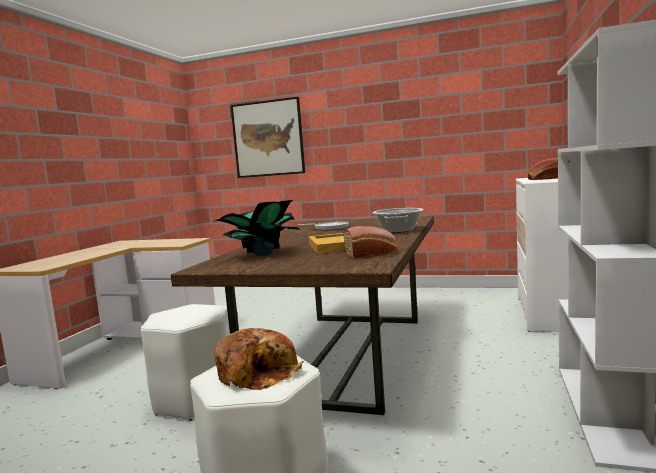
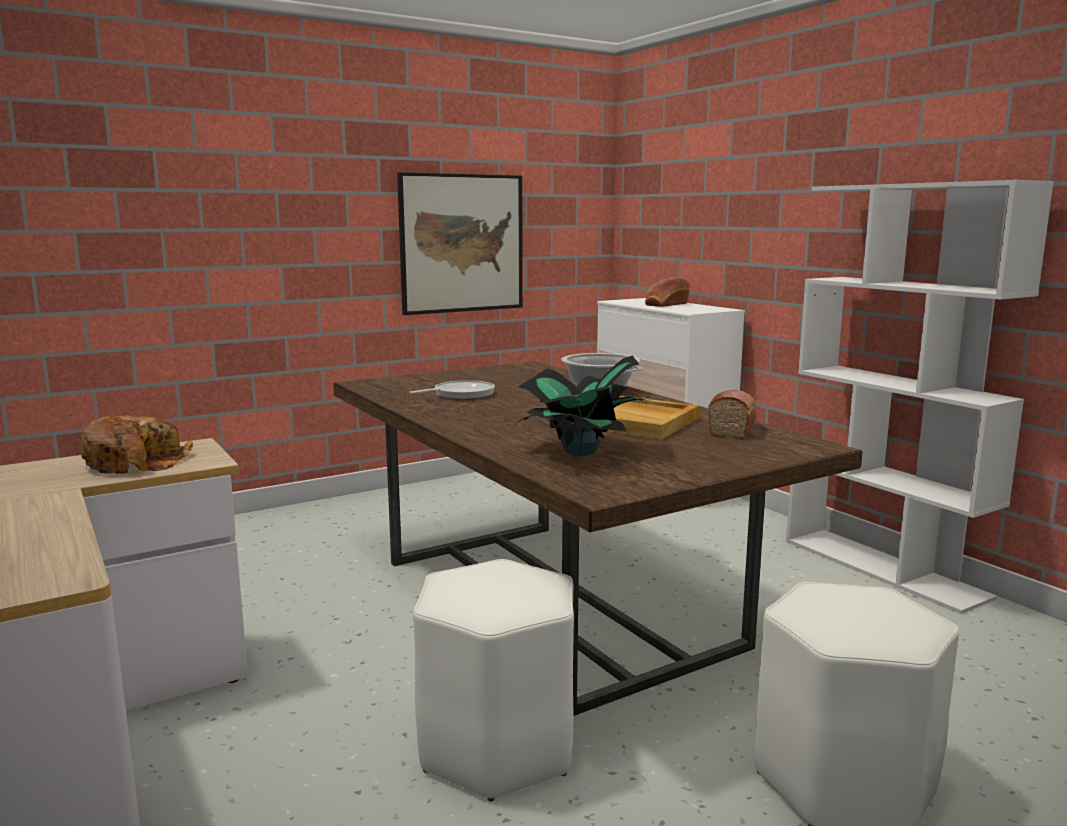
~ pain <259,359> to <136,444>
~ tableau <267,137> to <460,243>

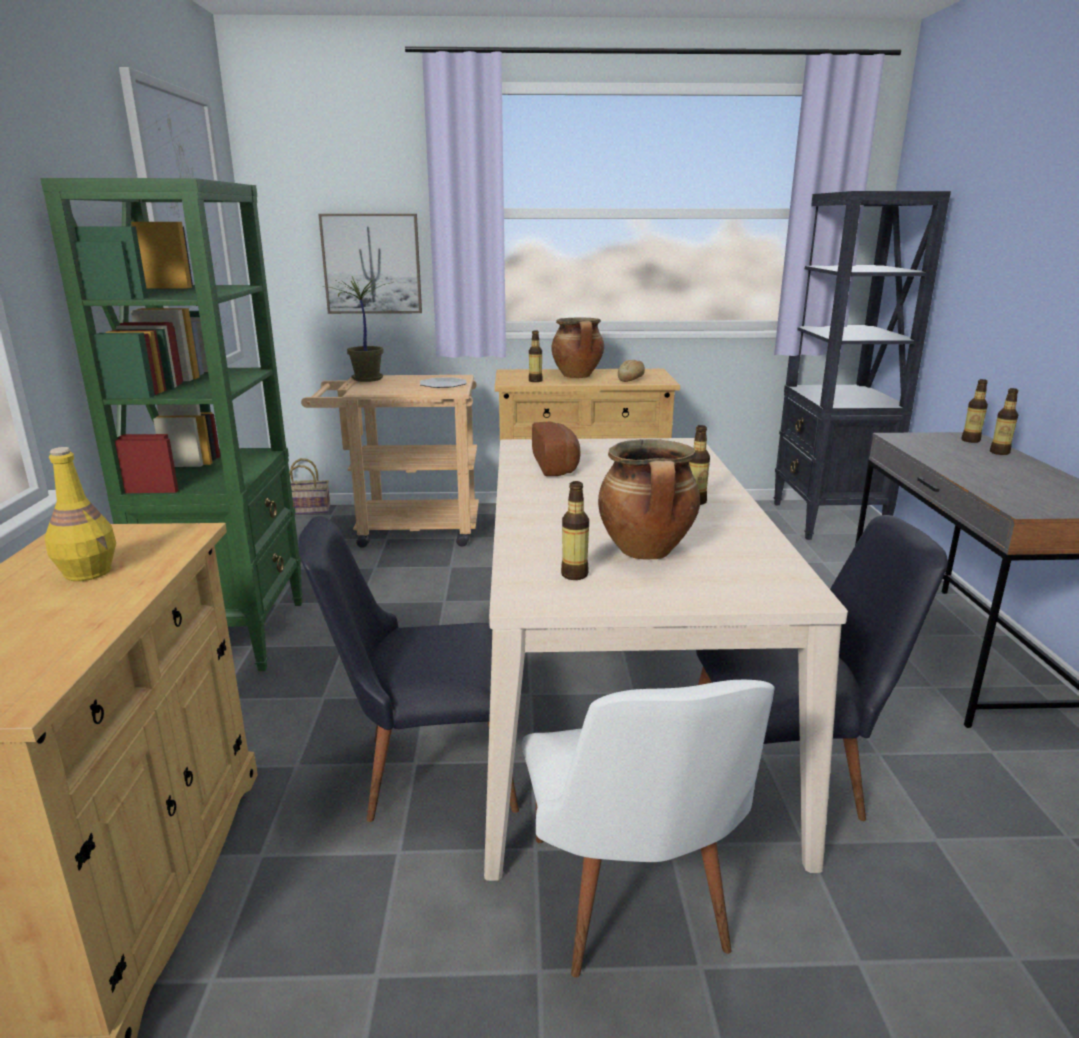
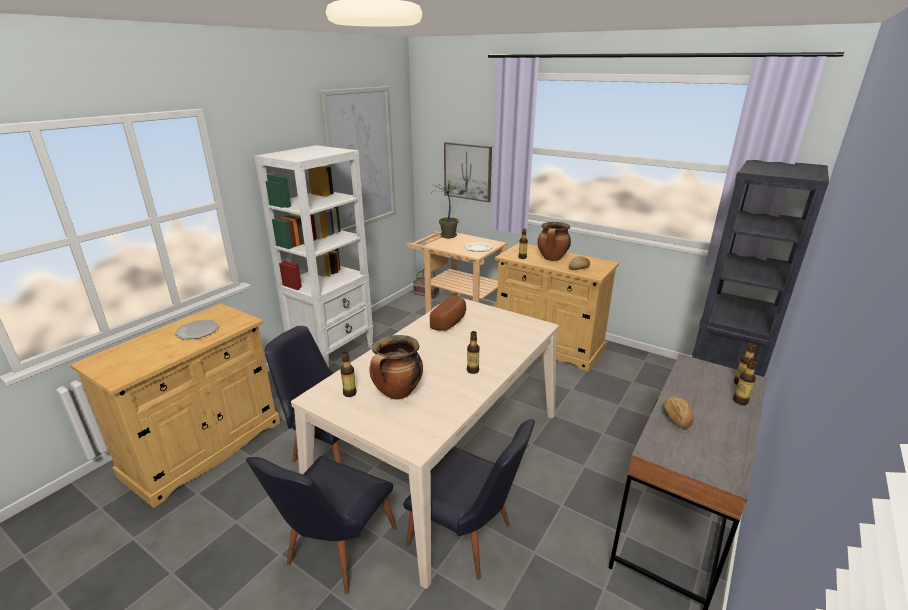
~ bibliothèque/vert <171,424> to bibliothèque/blanc <313,256>
~ bouteille/jaune <80,514> to assiette <196,329>
~ chaise/blanc <648,828> to chaise/noir <321,525>
+ pain <678,412>

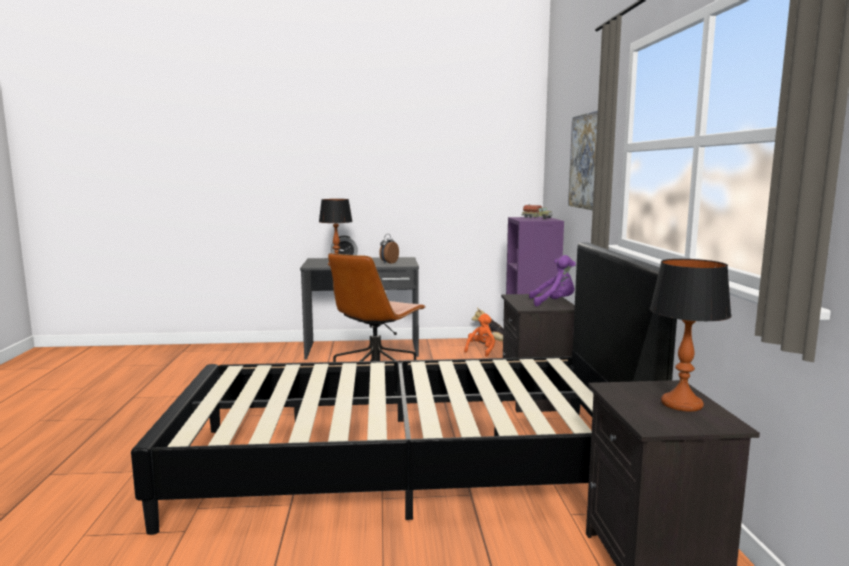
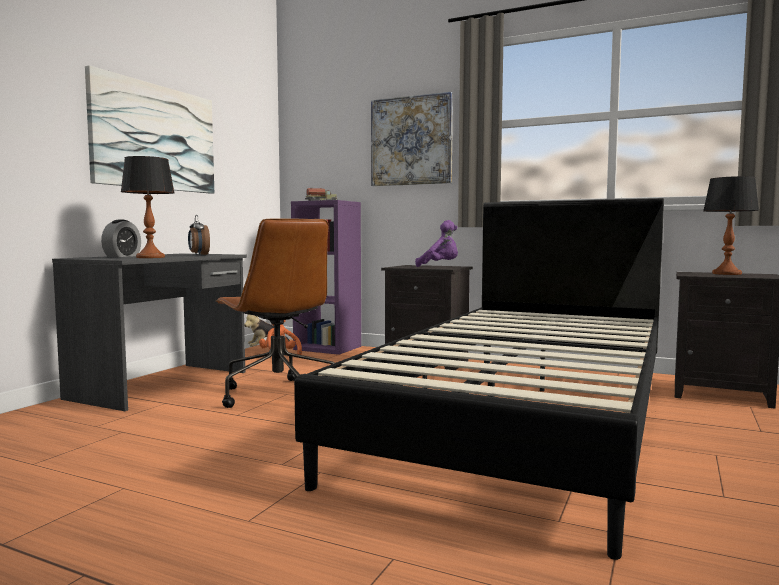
~ peluche/violet <552,280> = <436,243> 75 degrees clockwise
+ tableau <149,129>

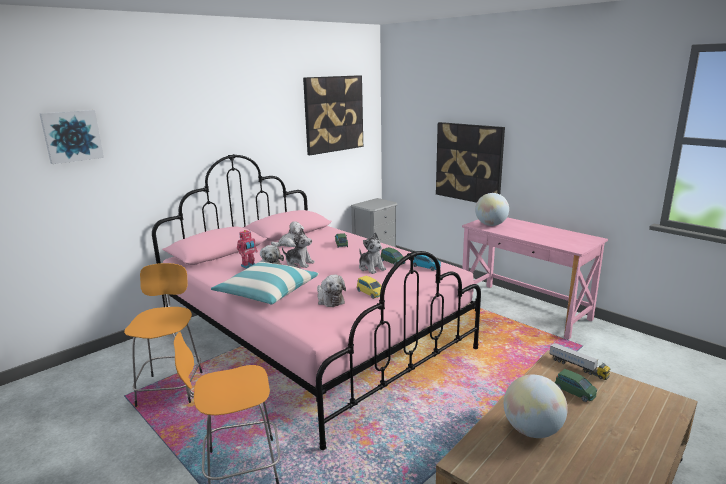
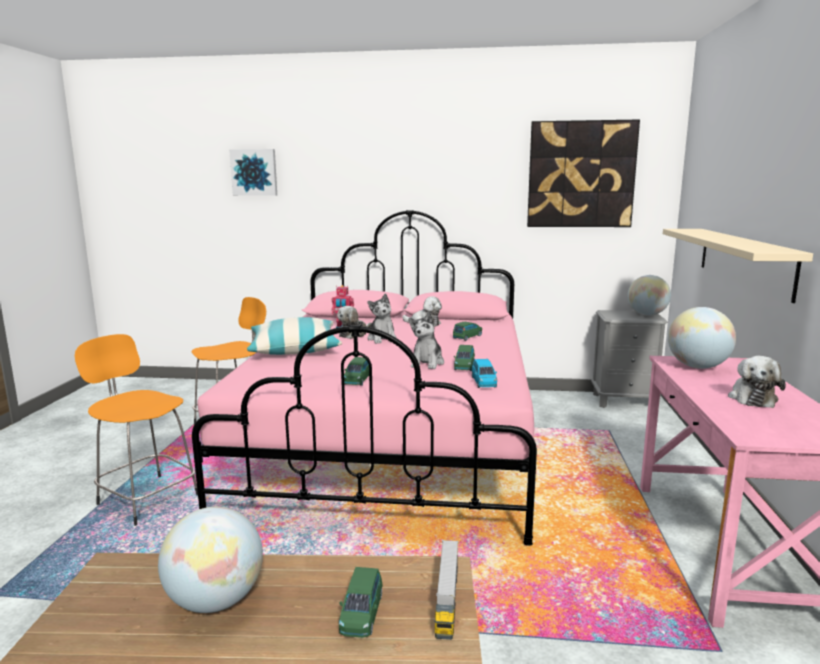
~ peluche <331,291> to <757,382>
~ petite voiture/jaune <371,287> to petite voiture/vert <356,371>
~ tableau <470,162> to étagère/beige <738,266>
+ globe <649,295>

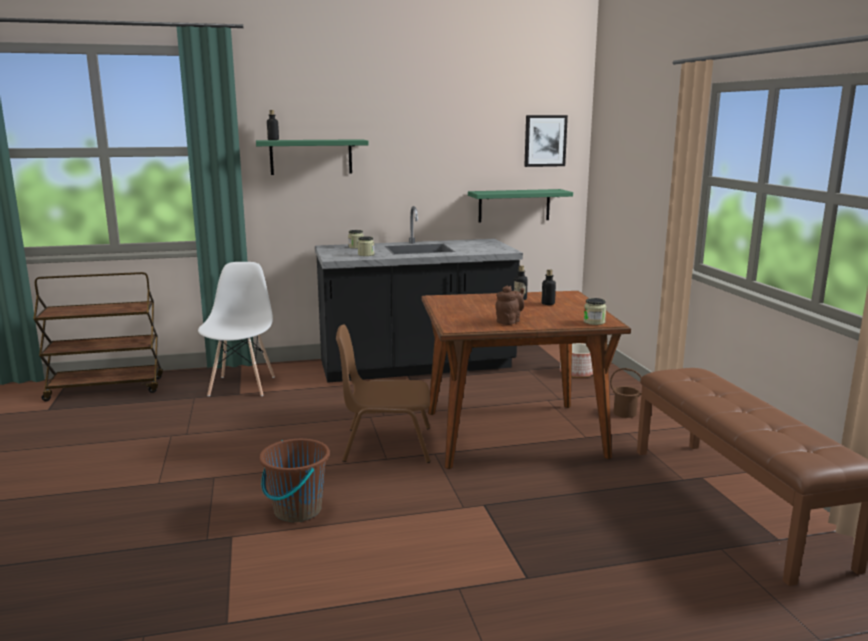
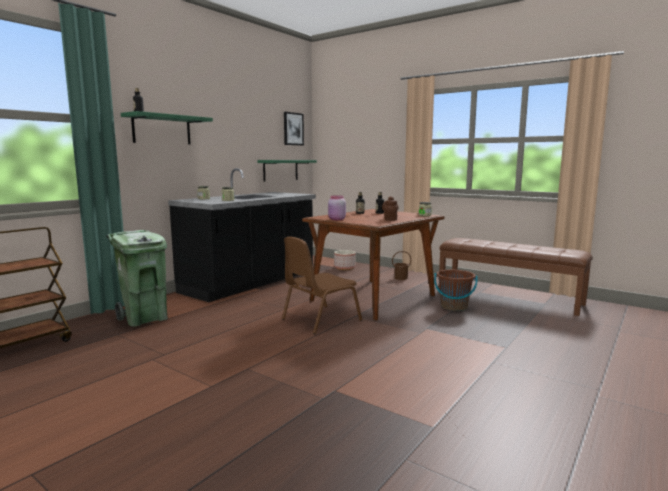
~ chaise/blanc <236,329> to poubelle/vert <137,278>
~ seau/marron <294,480> to <456,290>
+ bocal/rose <337,207>

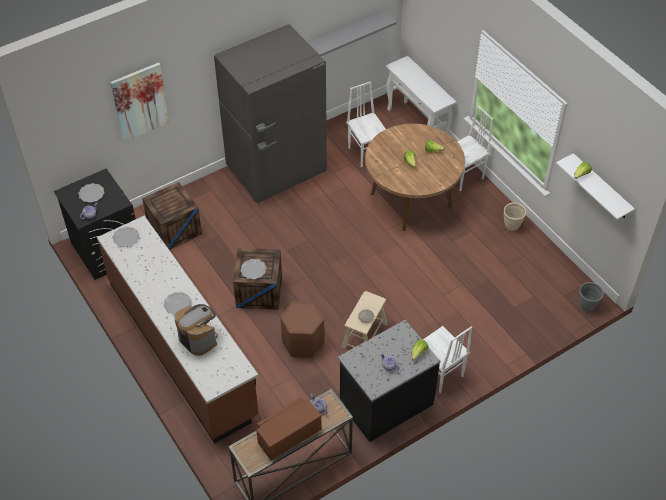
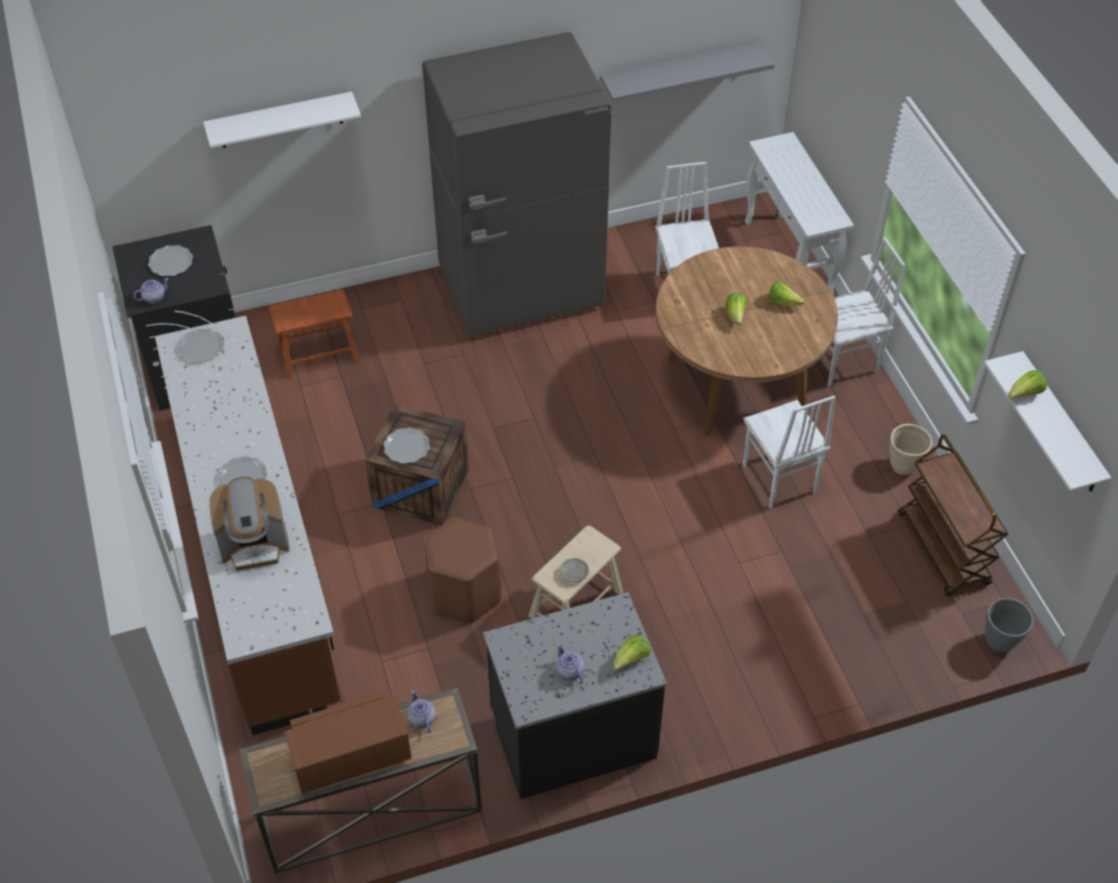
~ tableau <140,102> to étagère/blanc <282,120>
~ caisse <172,216> to tabouret/marron <314,334>
~ machine à café <196,330> = <249,524> 105 degrees clockwise
~ chaise/blanc <447,359> to <789,452>
+ chariot/marron <953,515>

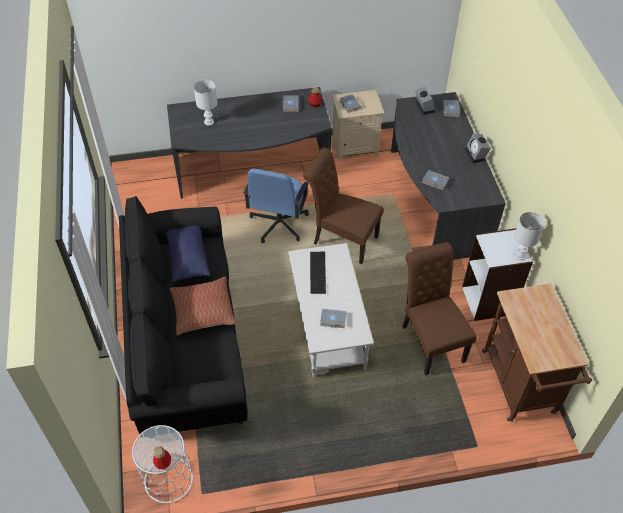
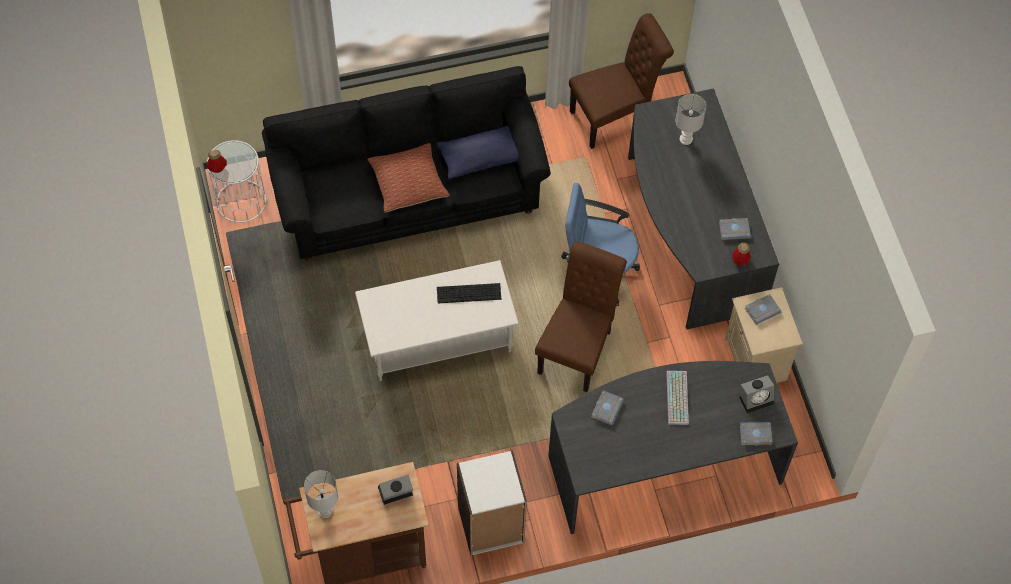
- livre/gris <333,318>
~ chaise/marron <439,308> to <621,81>
~ réveil <478,148> to <395,489>
~ lampe de table/blanc <529,236> to <321,494>
+ clavier <677,398>

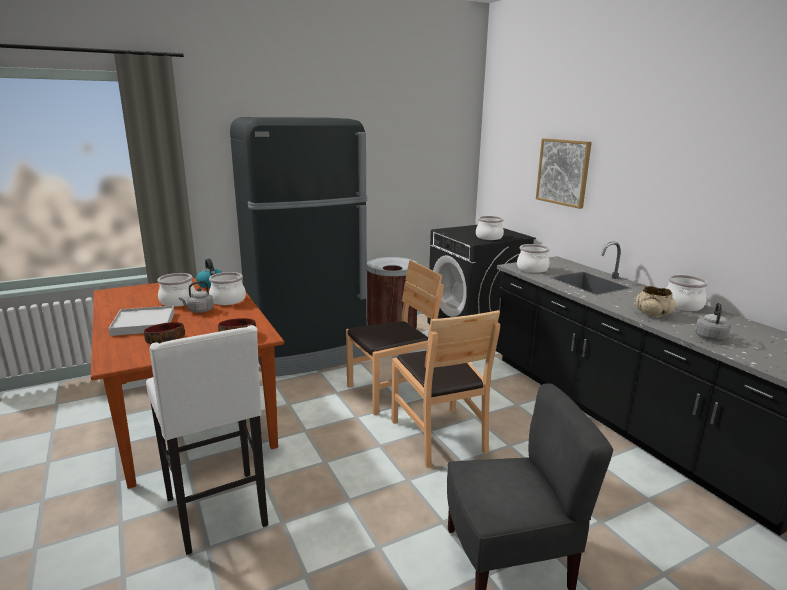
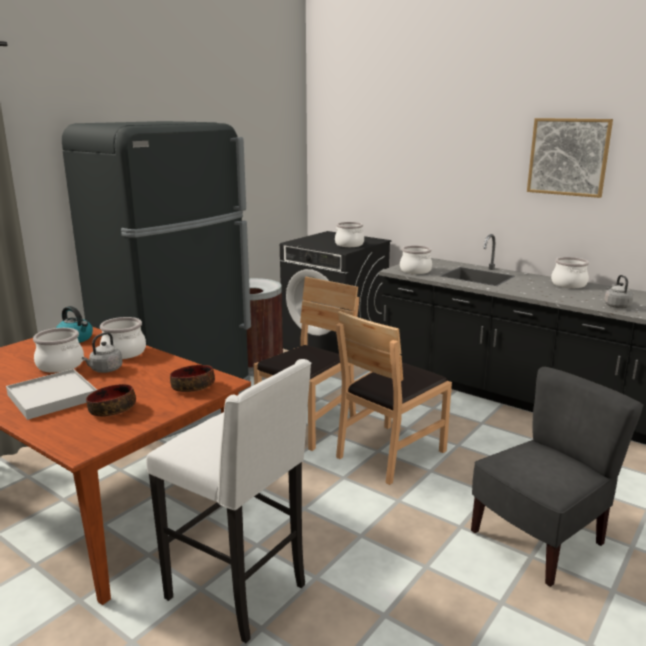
~ chaise/marron <445,388> = <394,398> 90 degrees clockwise
~ tableau <564,173> to <570,158>
- bol/beige <656,301>

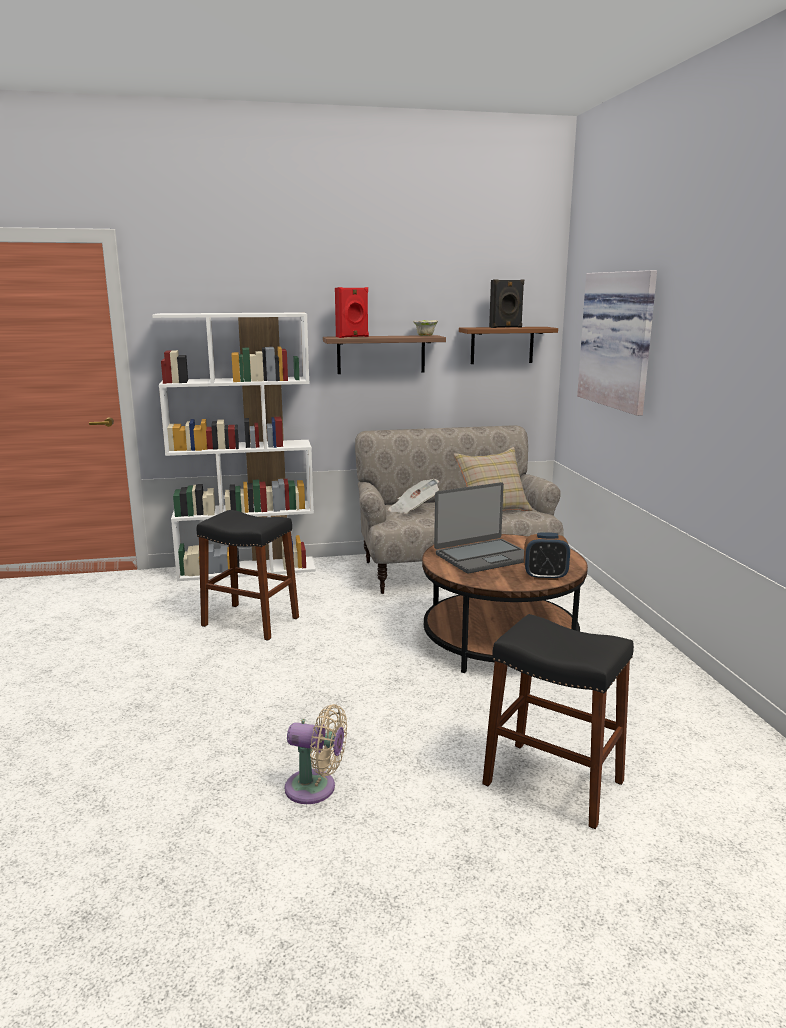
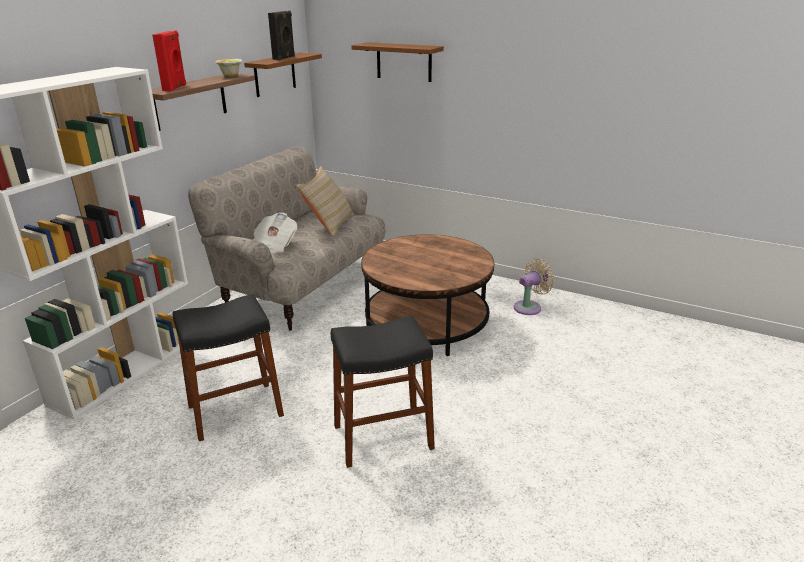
~ ventilateur/beige <316,754> to <534,286>
- ordinateur portable <479,528>
~ tabouret/noir <558,721> to <383,392>
- réveil <547,556>
~ tableau <617,343> to étagère/marron <398,62>

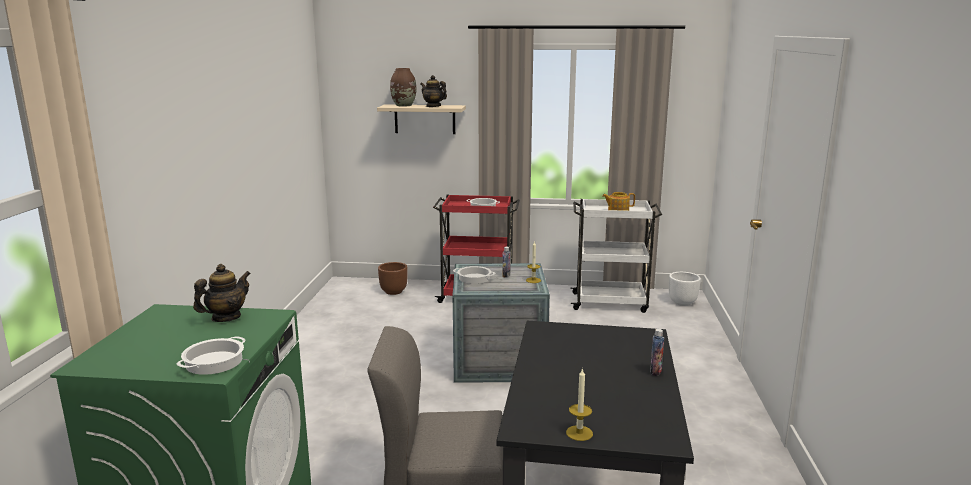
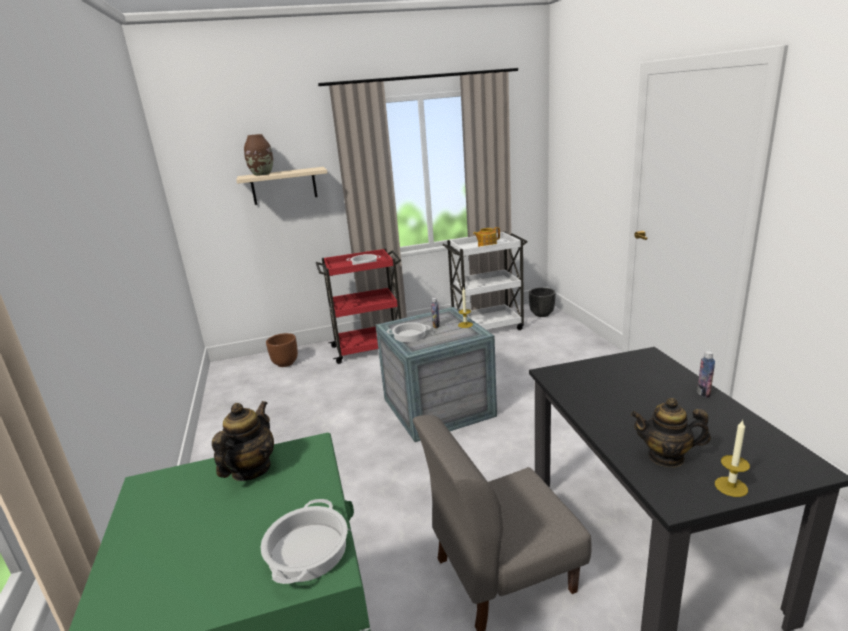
~ théière <433,91> to <671,432>
~ cache-pot/blanc <685,289> to cache-pot/noir <542,302>

